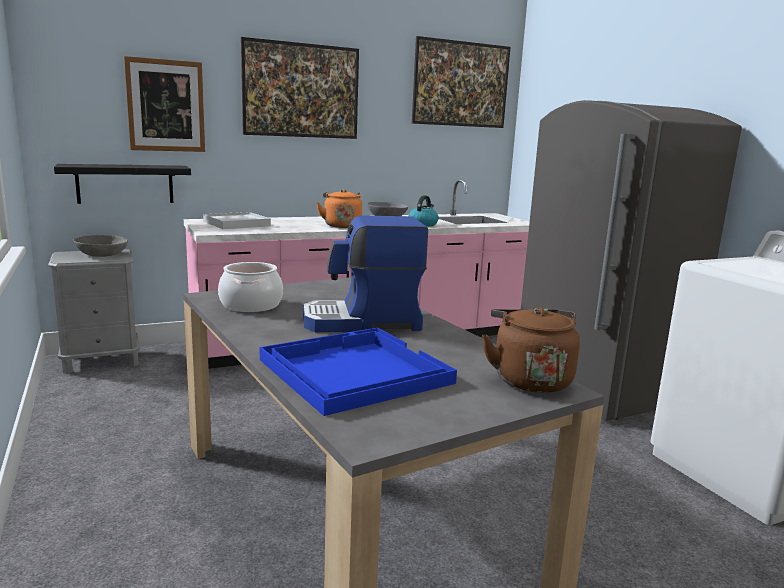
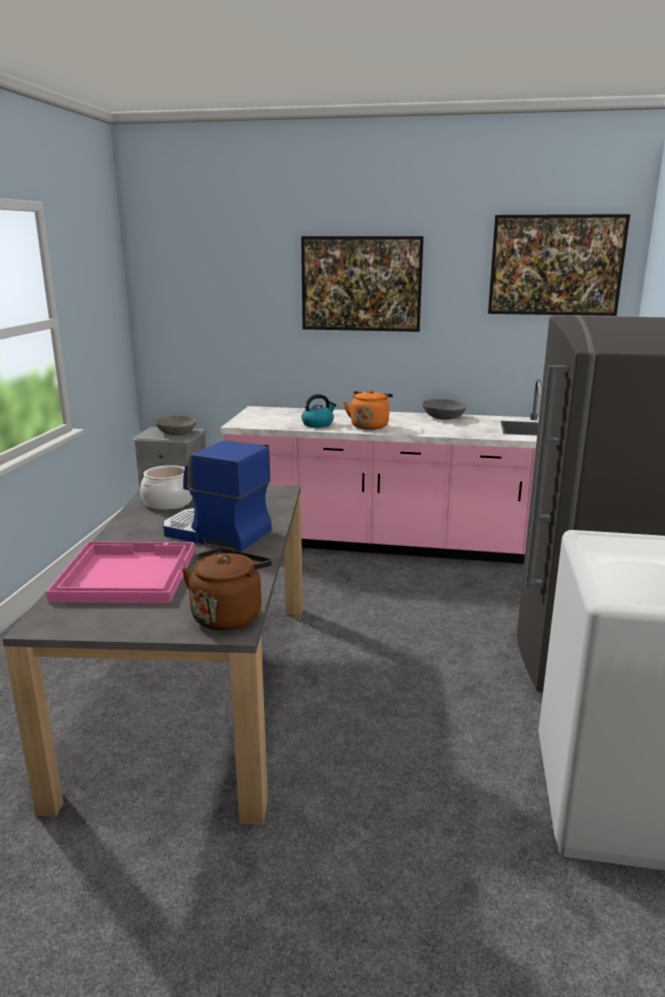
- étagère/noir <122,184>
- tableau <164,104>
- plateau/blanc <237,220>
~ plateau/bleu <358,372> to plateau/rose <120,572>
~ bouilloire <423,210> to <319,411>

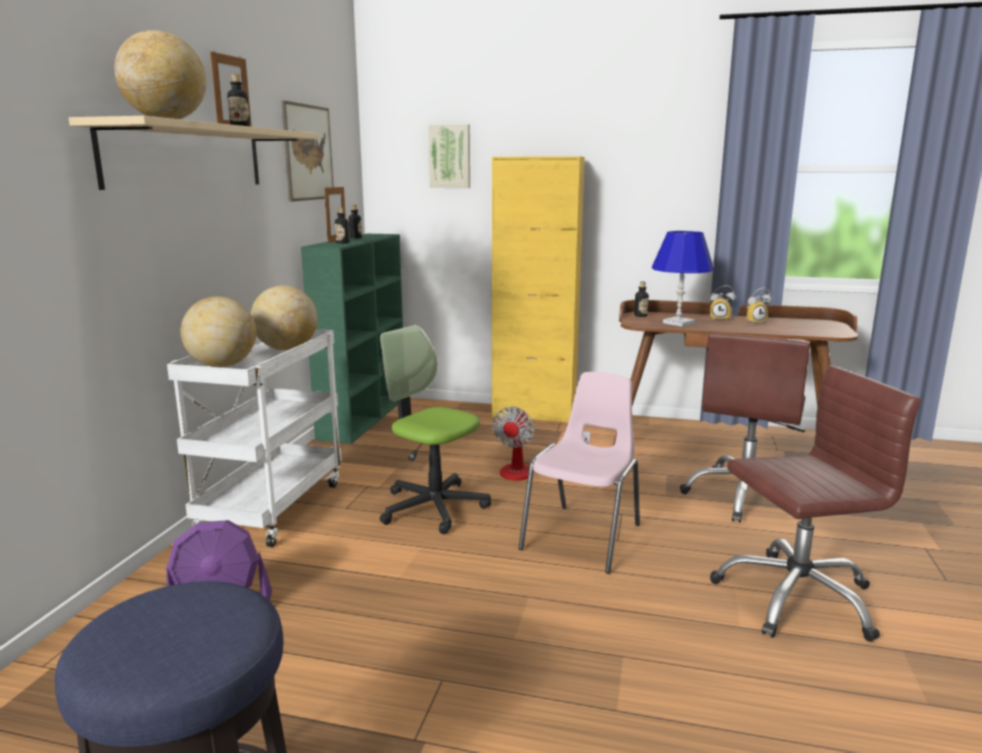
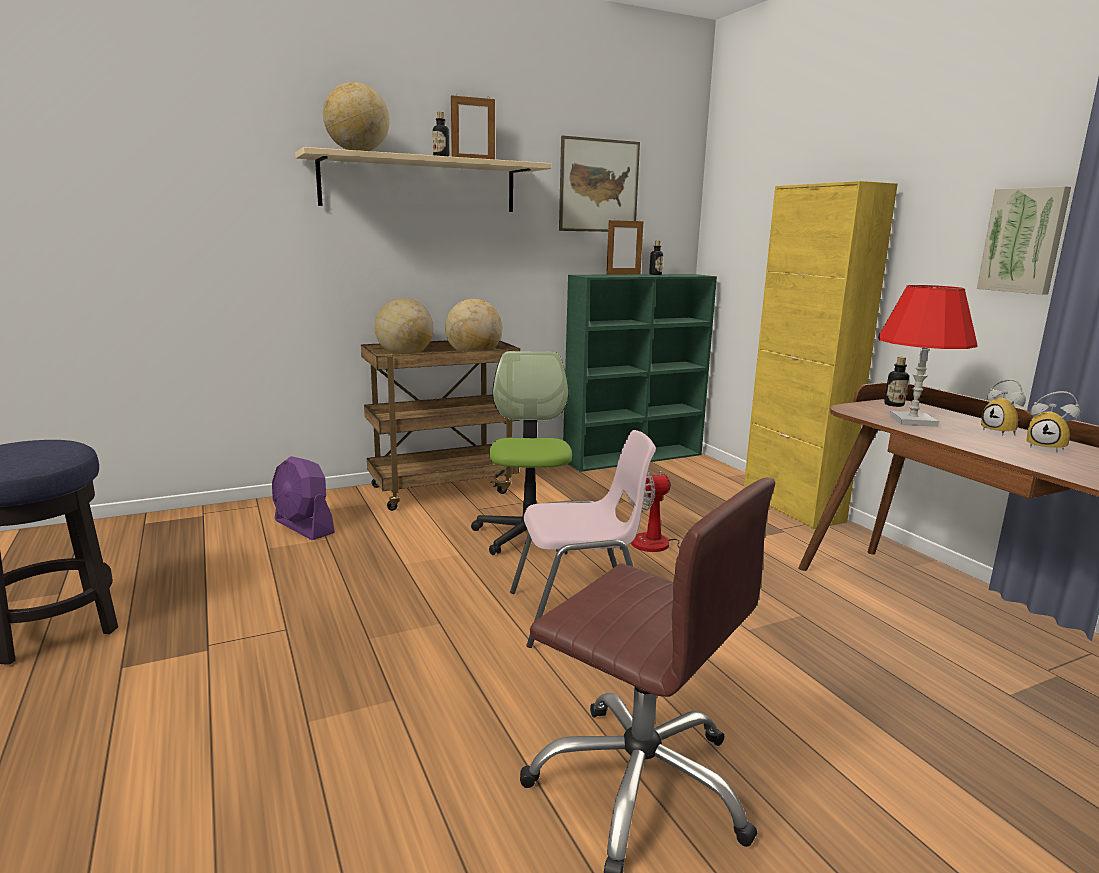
~ chariot/blanc <254,438> to chariot/marron <440,425>
- bouteille <342,226>
~ tableau <449,156> to <1024,240>
~ lampe de table/bleu <683,279> to lampe de table/rouge <927,356>
- chaise de bureau/marron <745,428>

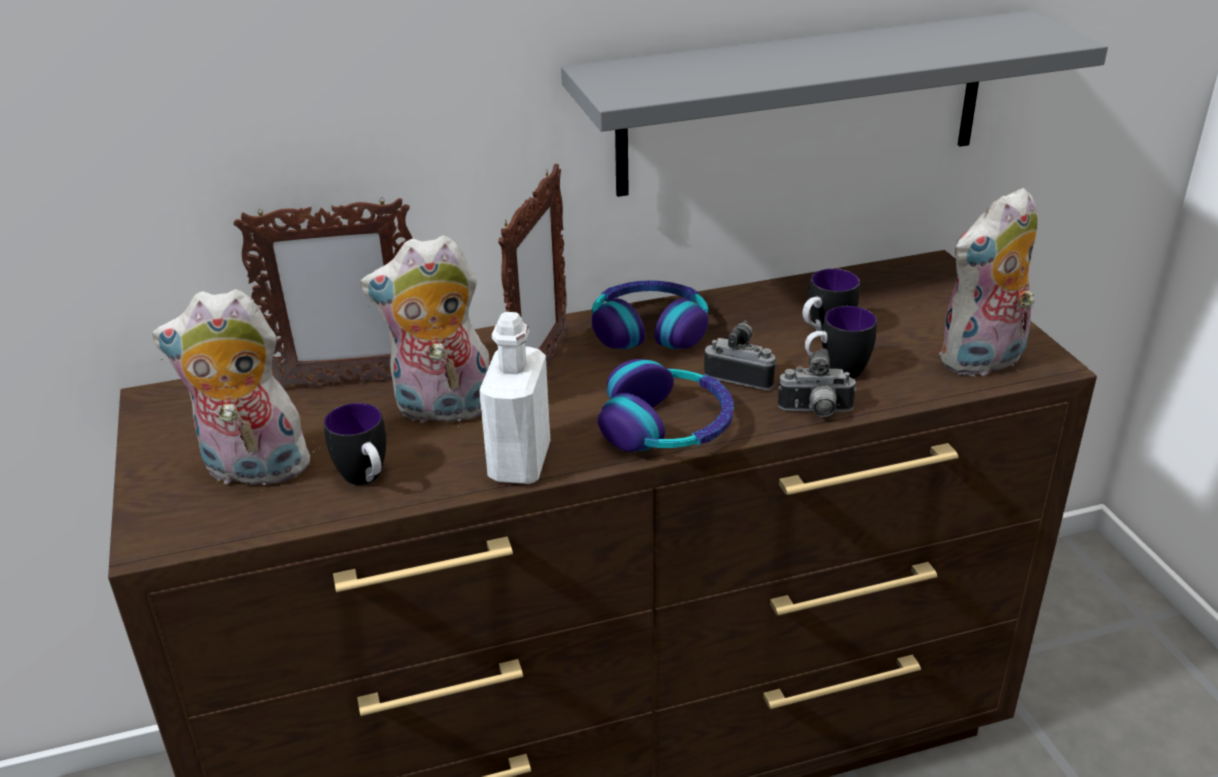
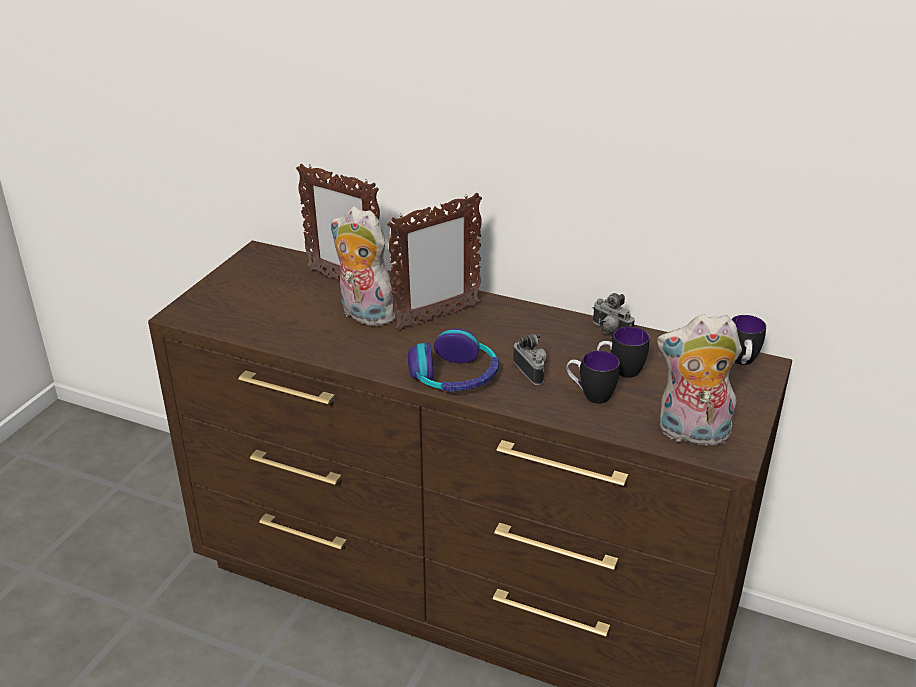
- peluche <233,387>
~ mug <355,444> to <749,340>
- bouteille/blanc <514,398>
- étagère/gris <834,103>
- casque audio <650,314>
~ appareil photo <817,383> to <613,313>

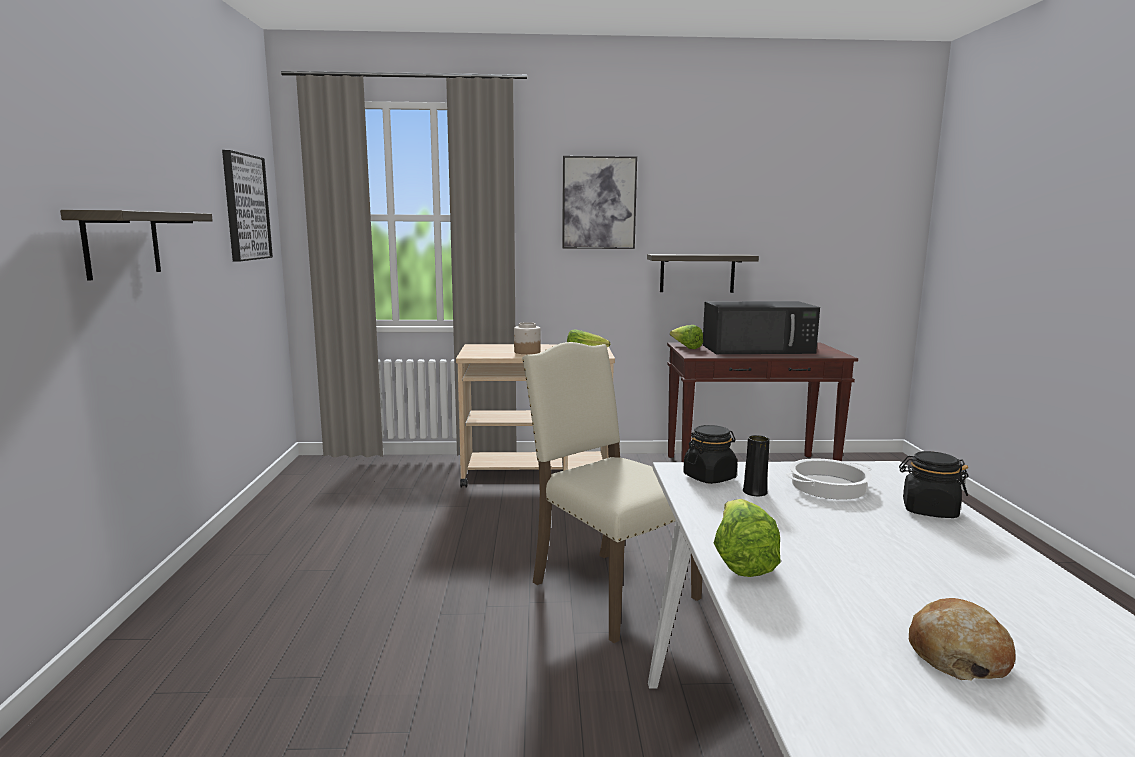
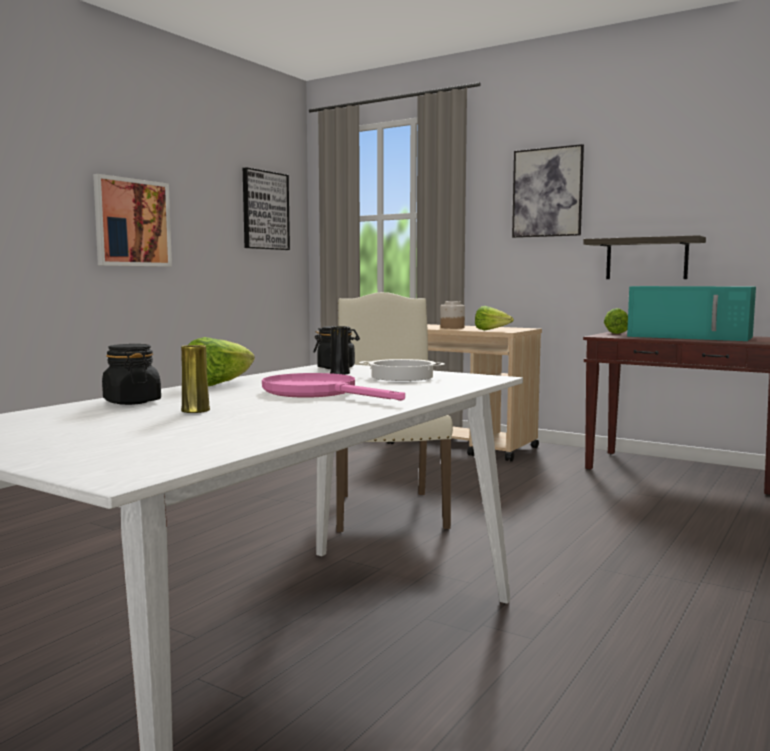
~ étagère <136,245> to tableau <132,220>
~ micro-ondes/noir <761,327> to micro-ondes/turquoise <691,313>
~ bocal/noir <934,484> to <131,374>
~ pain <962,639> to vase/jaune <195,379>
+ poêle/rose <333,387>

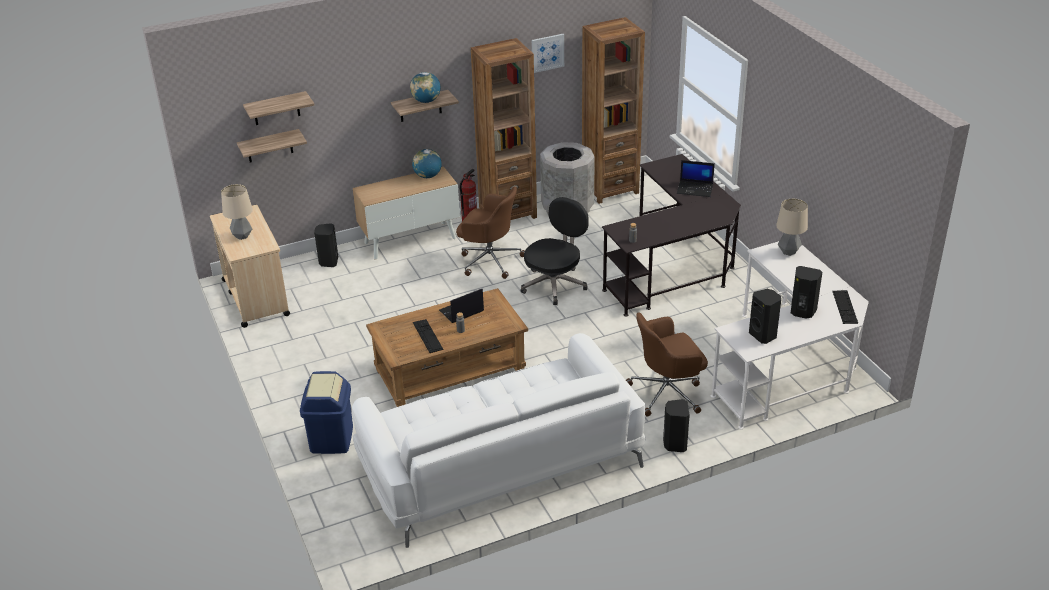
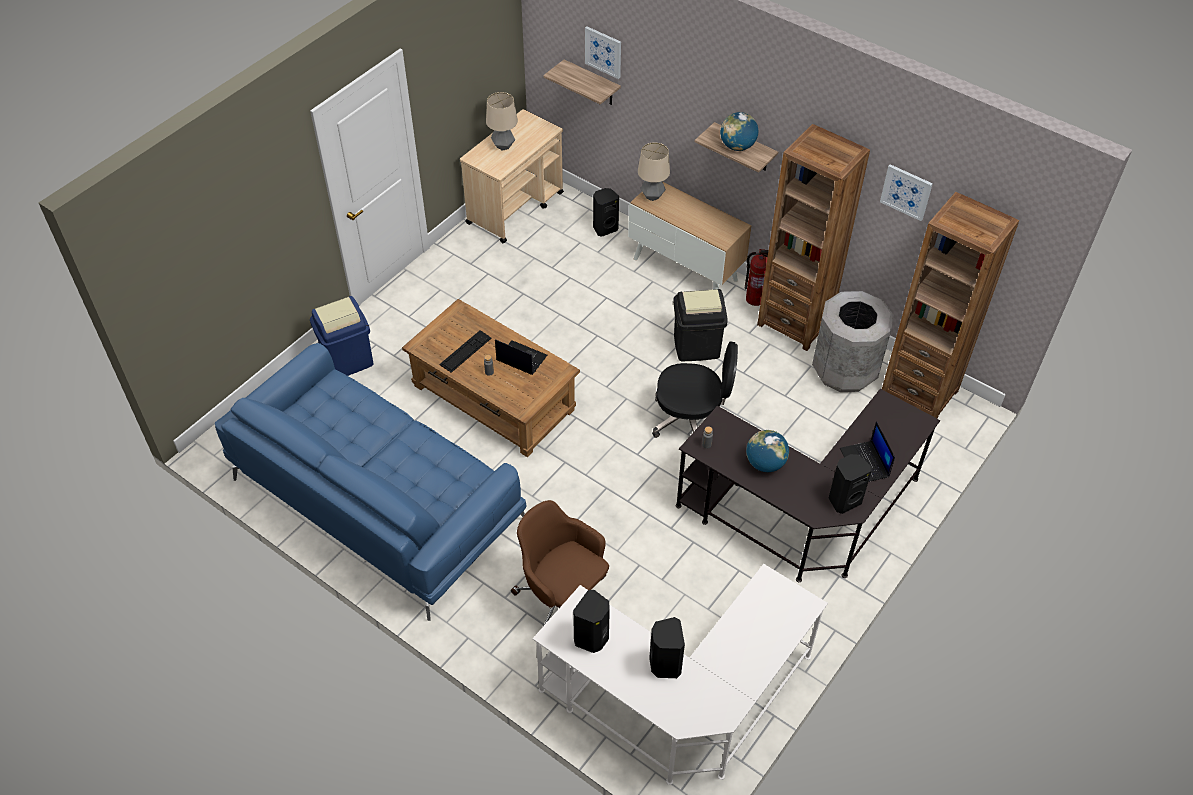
~ étagère <279,108> to tableau <603,53>
~ canapé/blanc <498,440> to canapé/bleu <370,482>
~ globe <427,163> to <767,451>
~ chaise de bureau/marron <490,232> to poubelle/noir <700,325>
~ enceinte/noir <676,425> to <850,484>
~ lampe de table <792,227> to <654,171>
- clavier <845,307>

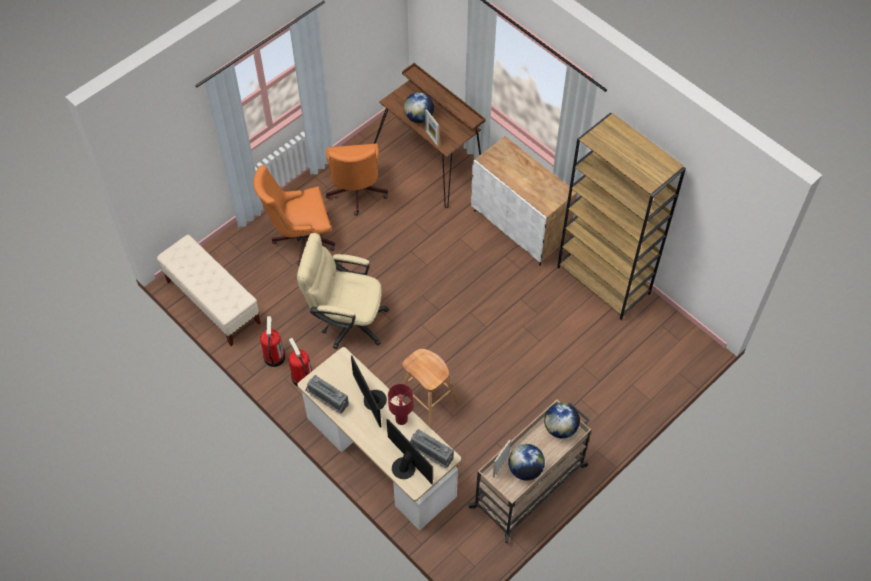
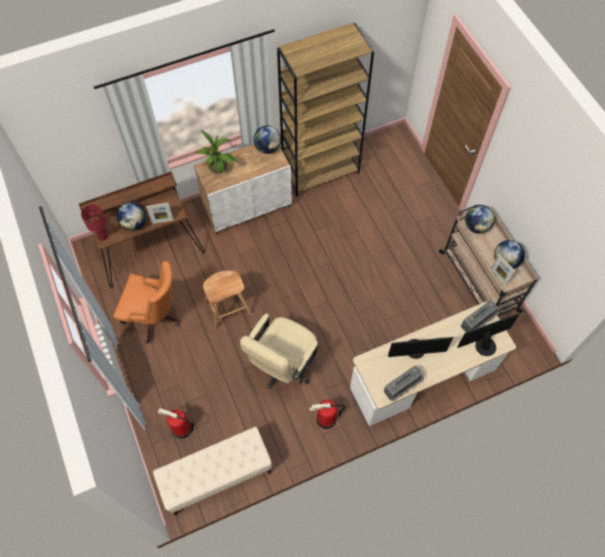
- chaise de bureau/orange <294,215>
~ extincteur <272,341> to <175,423>
~ lampe de table/rouge <400,404> to <94,222>
~ tabouret/marron <430,387> to <227,300>
+ plante en pot <216,151>
+ globe <267,139>

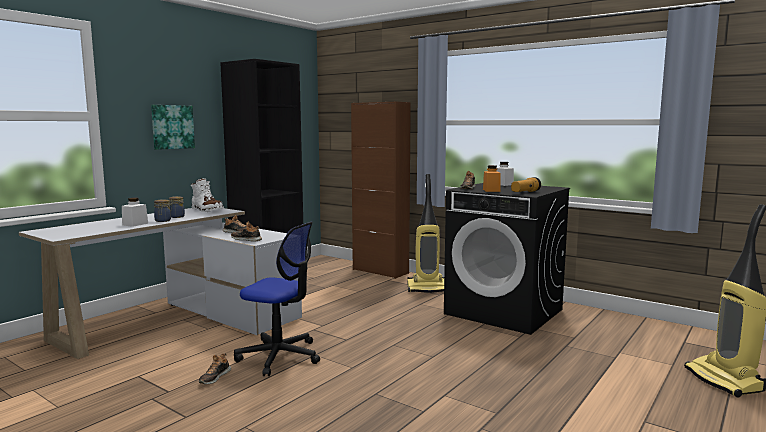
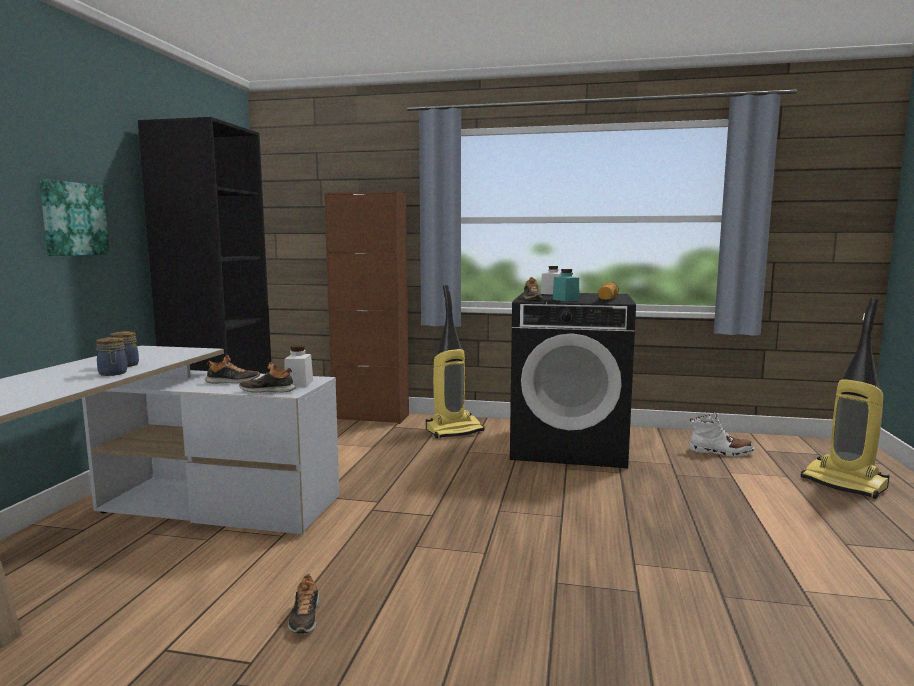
~ bocal/blanc <135,212> to <298,366>
~ botte/blanc <207,195> to <722,434>
- chaise de bureau <277,299>
~ bocal/orange <491,178> to bocal/turquoise <566,285>

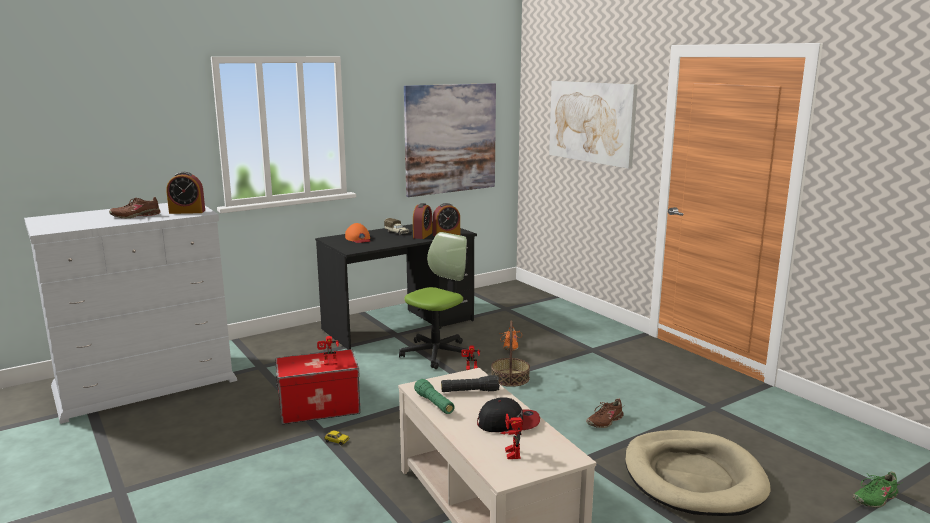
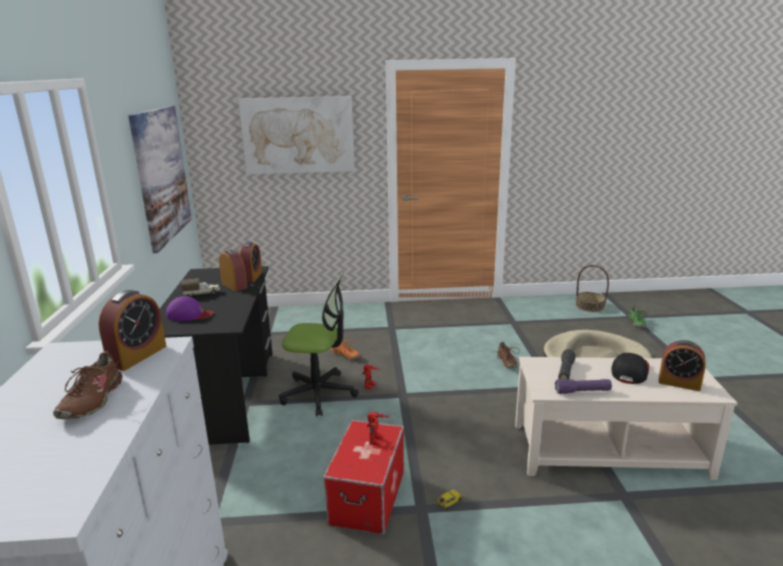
~ casquette/orange <357,233> to casquette/violet <190,308>
~ chaise de bureau <437,300> = <319,345> 120 degrees clockwise
~ lampe de poche/vert <434,396> to lampe de poche/violet <583,386>
~ panier <510,353> to <592,288>
~ robot jouet <512,436> to réveil <682,365>

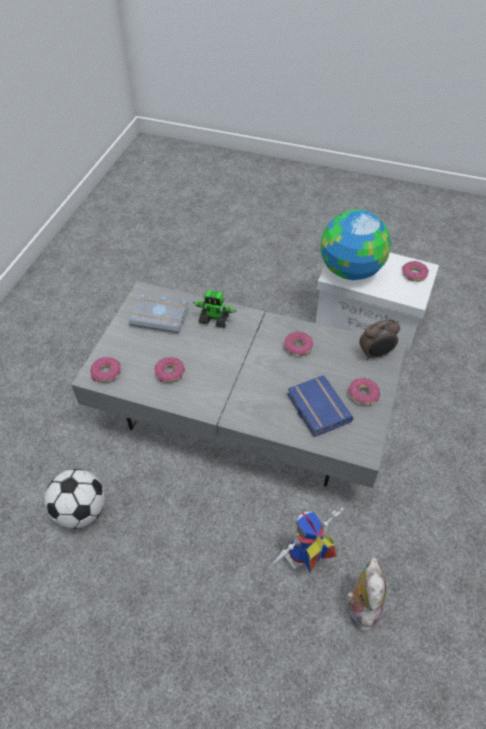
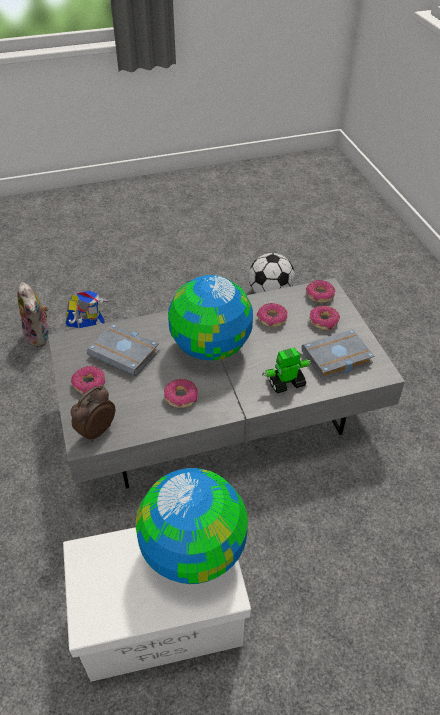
~ livre/bleu <320,406> to livre/gris <123,350>
~ beignet <415,271> to <325,318>
+ globe <210,317>

